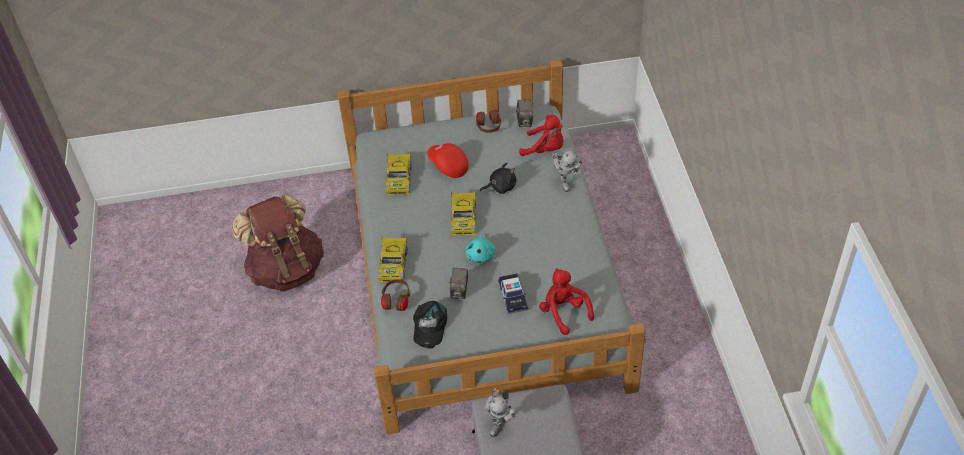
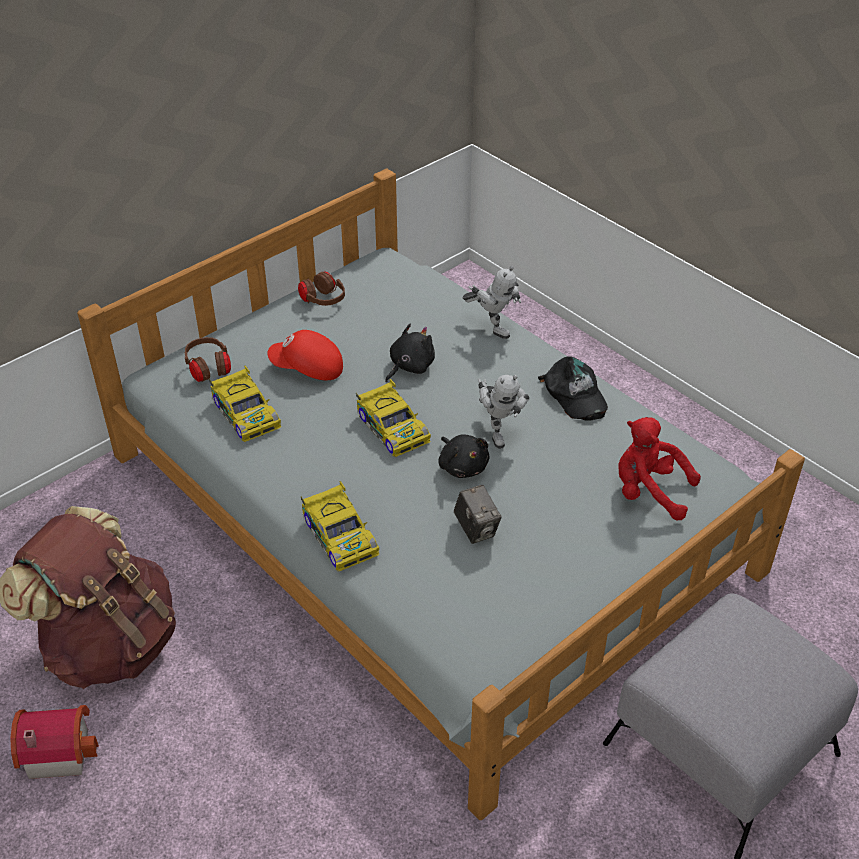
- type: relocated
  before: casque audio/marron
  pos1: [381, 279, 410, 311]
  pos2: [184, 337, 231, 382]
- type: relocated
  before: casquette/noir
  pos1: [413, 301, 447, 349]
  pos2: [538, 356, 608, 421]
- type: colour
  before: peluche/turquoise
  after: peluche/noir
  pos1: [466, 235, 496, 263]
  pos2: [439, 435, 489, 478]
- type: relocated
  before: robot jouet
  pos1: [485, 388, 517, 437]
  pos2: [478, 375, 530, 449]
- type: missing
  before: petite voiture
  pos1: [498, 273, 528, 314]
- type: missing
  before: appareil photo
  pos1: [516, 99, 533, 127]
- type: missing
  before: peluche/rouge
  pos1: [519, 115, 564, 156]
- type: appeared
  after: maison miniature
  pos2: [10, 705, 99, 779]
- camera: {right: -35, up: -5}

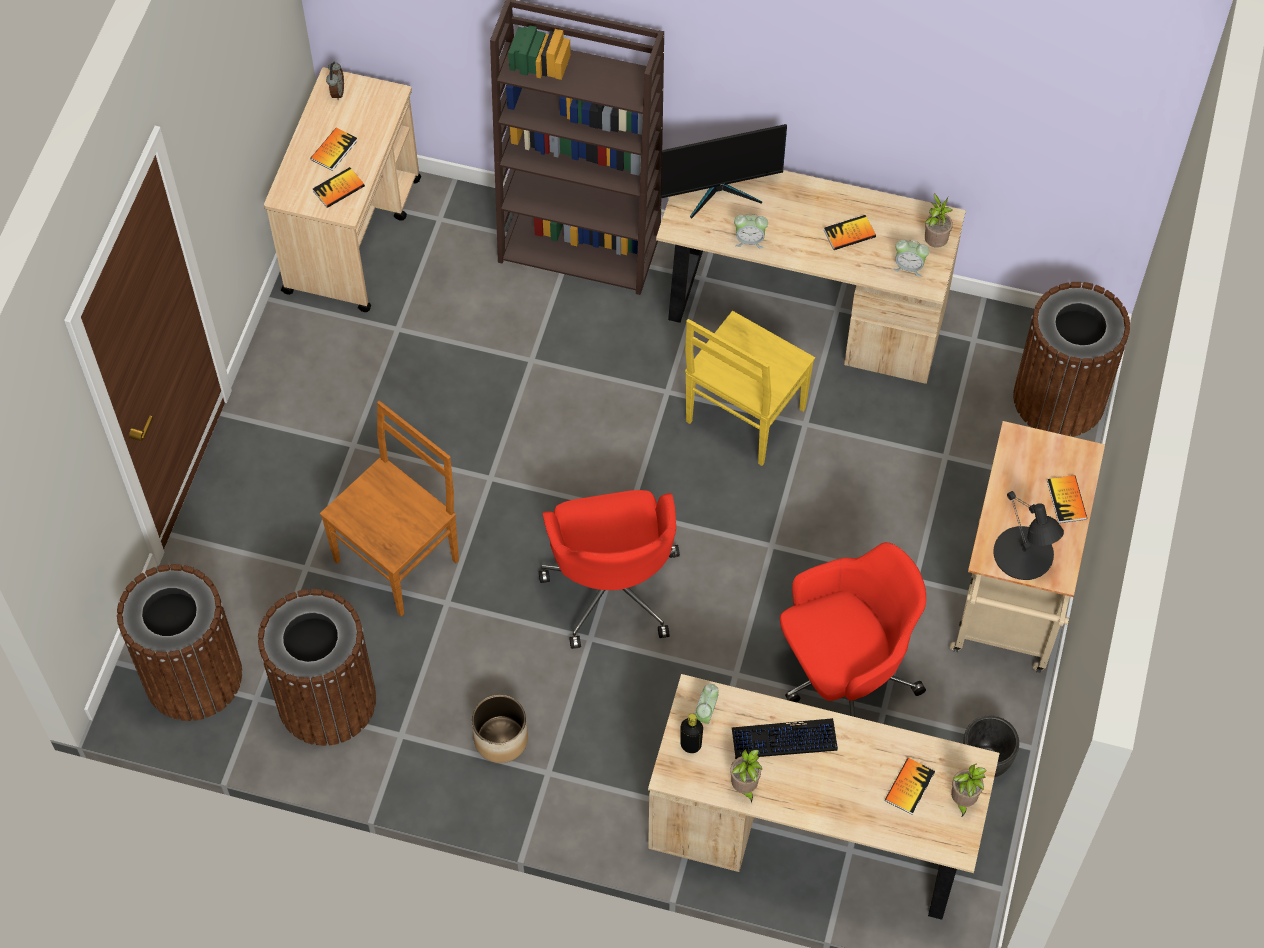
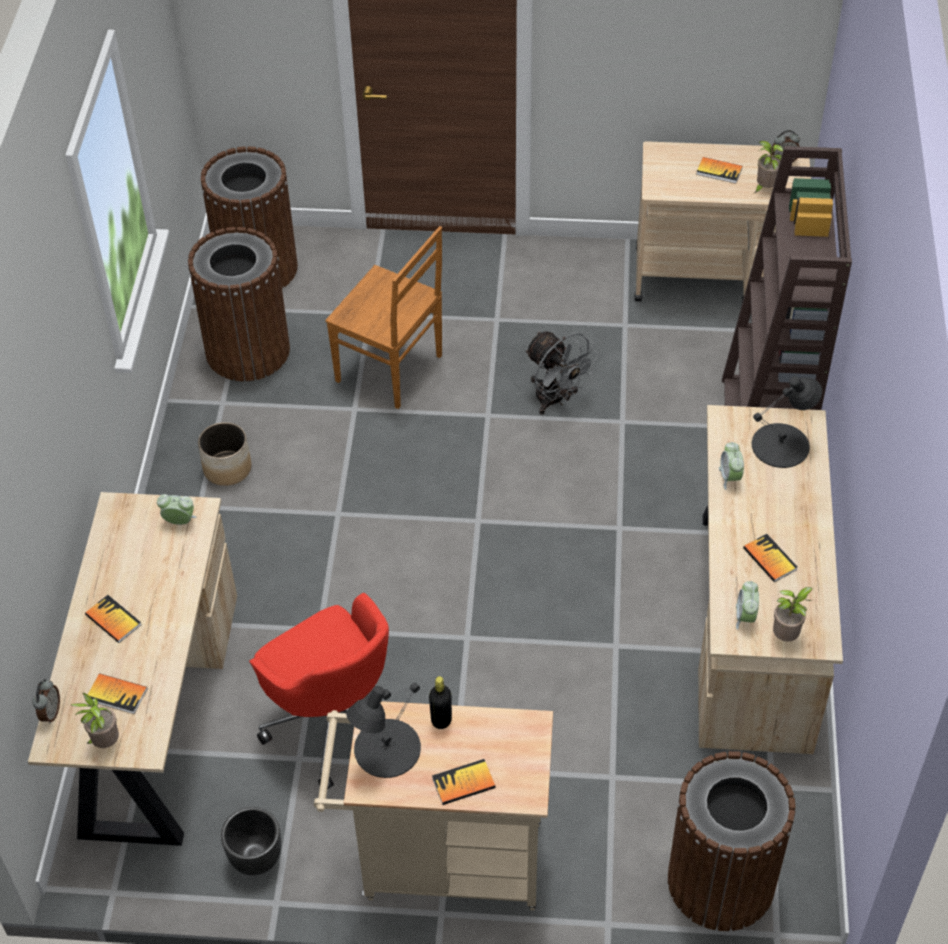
- type: relocated
  before: livre
  pos1: [313, 167, 365, 208]
  pos2: [85, 595, 141, 643]
- type: missing
  before: chaise de bureau/rouge
  pos1: [539, 490, 680, 649]
- type: exchanged
  before: écran d'ordinateur
  after: lampe de table/noir
  pos1: [661, 124, 787, 219]
  pos2: [752, 376, 822, 468]
- type: relocated
  before: bouteille/noir
  pos1: [680, 713, 703, 753]
  pos2: [429, 676, 452, 729]
- type: missing
  before: chaise/jaune
  pos1: [685, 311, 815, 466]
- type: relocated
  before: plante en pot
  pos1: [730, 749, 762, 803]
  pos2: [754, 141, 784, 193]
- type: missing
  before: clavier
  pos1: [732, 718, 838, 759]
- type: appeared
  after: réveil
  pos2: [32, 679, 60, 724]
- type: appeared
  after: ventilateur/gris
  pos2: [525, 331, 599, 415]
- camera: {right: 80, up: -10}

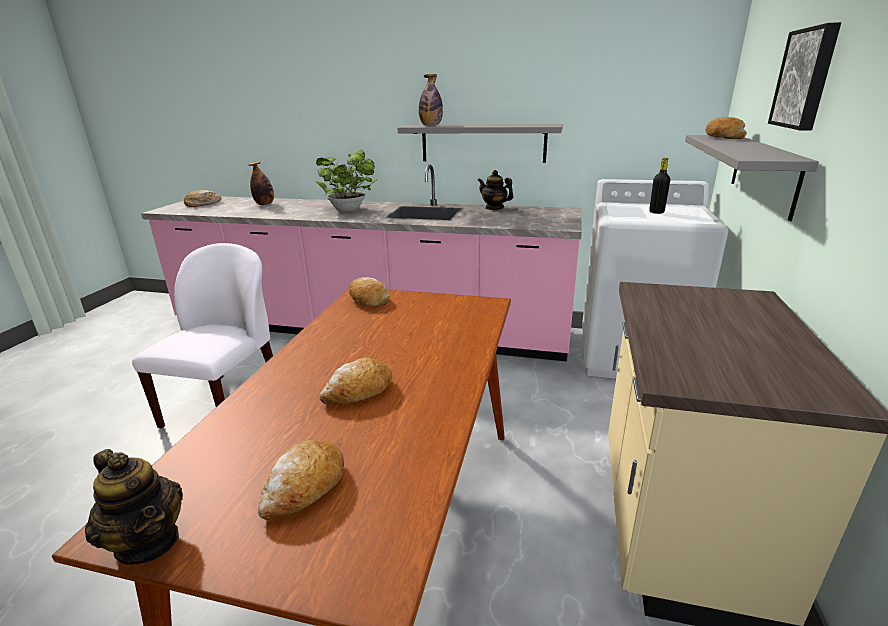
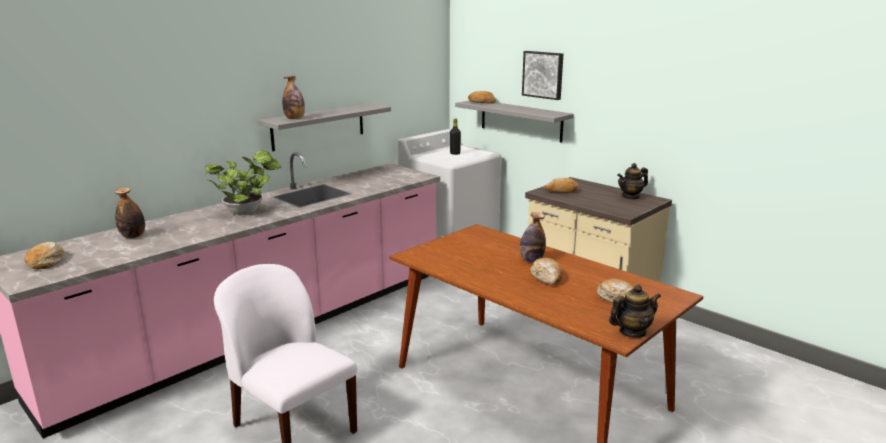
- type: relocated
  before: pain
  pos1: [349, 277, 390, 307]
  pos2: [544, 178, 579, 193]
- type: relocated
  before: théière
  pos1: [478, 170, 514, 210]
  pos2: [617, 163, 648, 200]
- type: appeared
  after: bouteille
  pos2: [520, 212, 546, 262]
- camera: {right: -60, up: -5}

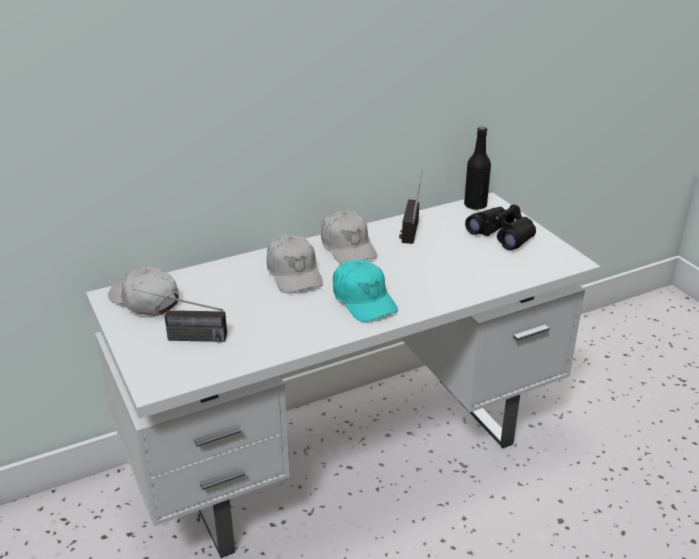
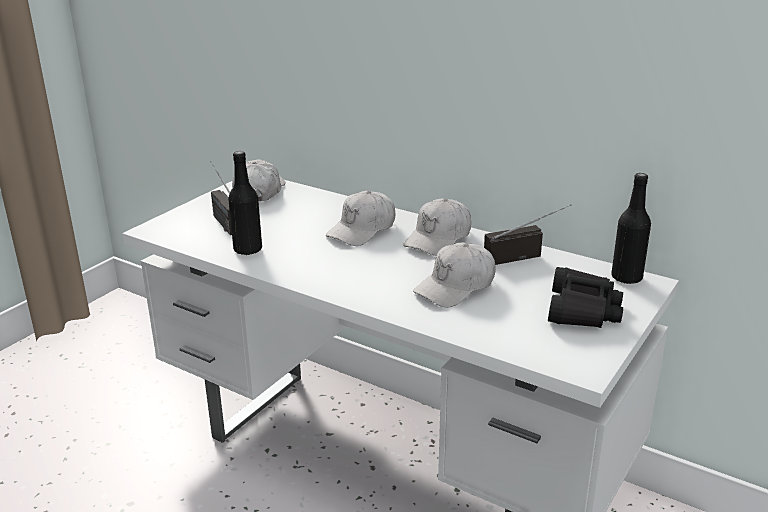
- type: missing
  before: casquette/turquoise
  pos1: [333, 260, 398, 322]
- type: appeared
  after: bouteille/noir
  pos2: [228, 151, 262, 256]
- type: appeared
  after: casquette/blanc
  pos2: [413, 242, 495, 308]
- camera: {right: 60, up: -5}

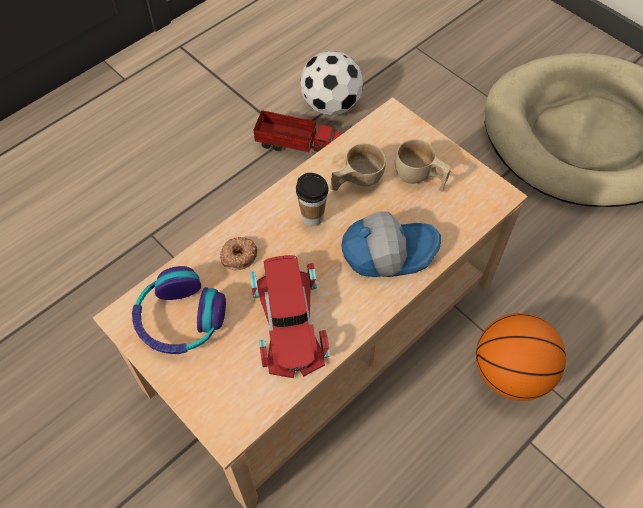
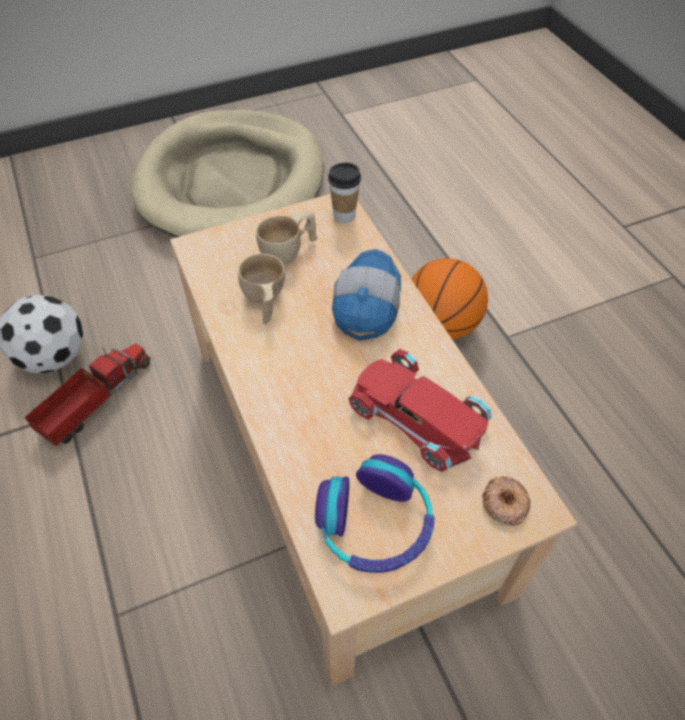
- type: relocated
  before: beignet
  pos1: [220, 237, 258, 270]
  pos2: [482, 476, 531, 526]
- type: spun
  before: petite voiture/rouge
  pos1: [250, 255, 330, 378]
  pos2: [348, 349, 492, 472]
  turn: -150
- type: relocated
  before: tasse
  pos1: [296, 173, 328, 226]
  pos2: [328, 162, 361, 223]
- camera: {right: -70, up: -5}

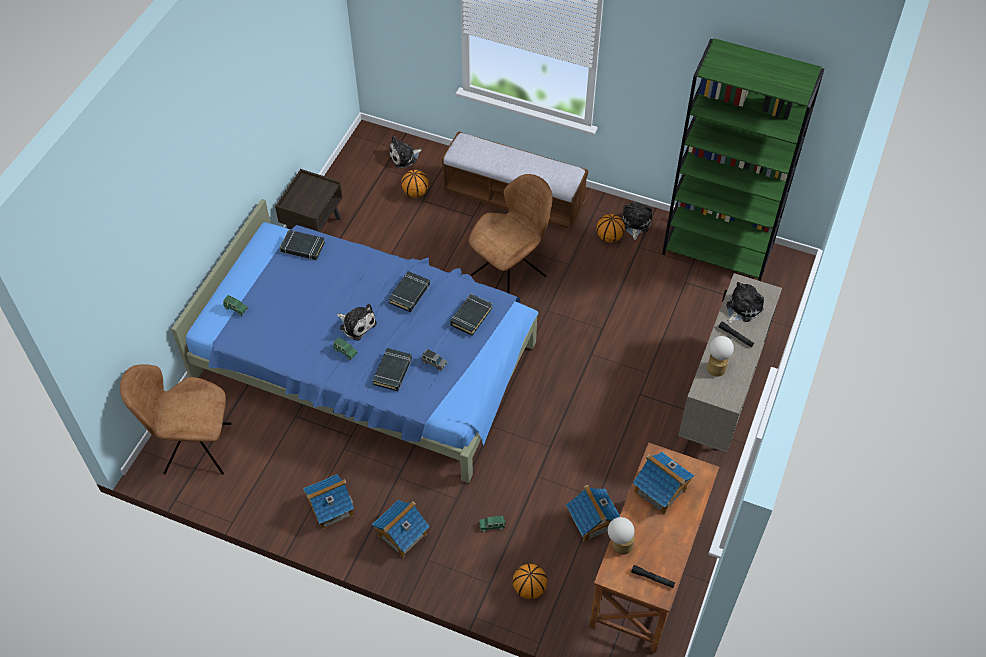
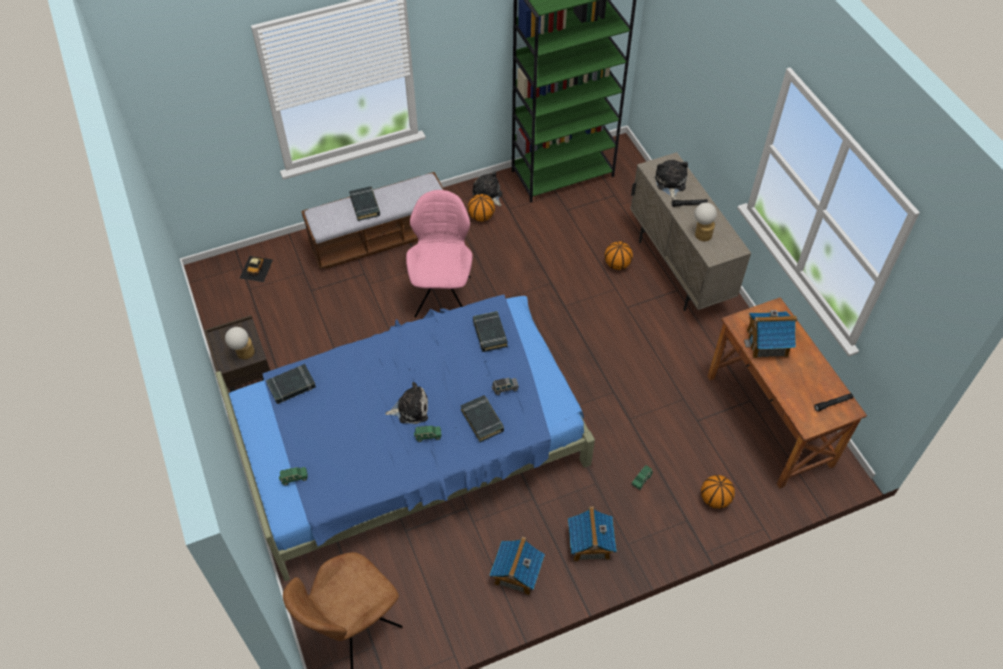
- type: relocated
  before: livre/noir
  pos1: [388, 271, 430, 312]
  pos2: [349, 186, 380, 221]
- type: exchanged
  before: peluche
  after: petite voiture
  pos1: [389, 136, 422, 168]
  pos2: [240, 256, 273, 282]
- type: relocated
  before: ballon de basket
  pos1: [401, 170, 429, 198]
  pos2: [605, 241, 633, 270]
- type: colour
  before: chaise/marron
  after: chaise/rose
  pos1: [469, 174, 553, 293]
  pos2: [406, 190, 472, 317]
- type: missing
  before: maison miniature
  pos1: [566, 485, 620, 542]
- type: relocated
  before: lampe de table
  pos1: [608, 517, 635, 555]
  pos2: [225, 327, 255, 360]
- camera: {right: -45, up: 0}

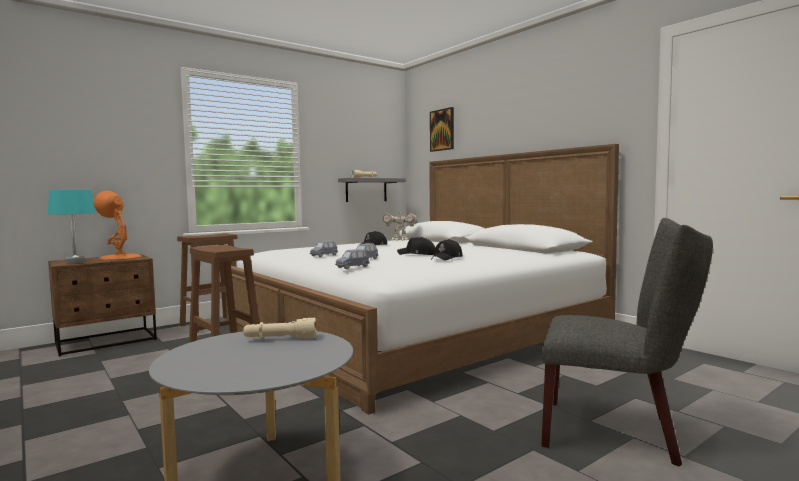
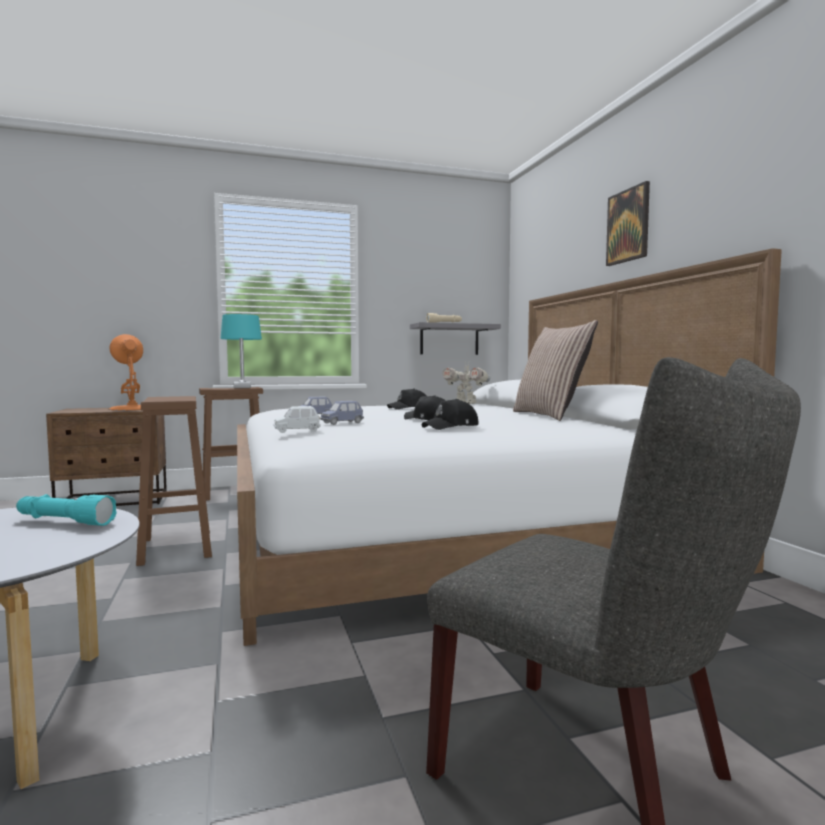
- type: relocated
  before: lampe de table/turquoise
  pos1: [48, 190, 96, 264]
  pos2: [221, 314, 262, 388]
- type: colour
  before: lampe de poche/beige
  after: lampe de poche/turquoise
  pos1: [243, 318, 316, 339]
  pos2: [16, 494, 117, 526]
- type: colour
  before: petite voiture/bleu
  after: petite voiture/blanc
  pos1: [335, 249, 370, 269]
  pos2: [274, 406, 321, 433]
- type: relocated
  before: tableau
  pos1: [430, 107, 454, 152]
  pos2: [606, 181, 650, 266]
- type: appeared
  after: coussin
  pos2: [513, 320, 598, 421]
- camera: {right: 20, up: 0}

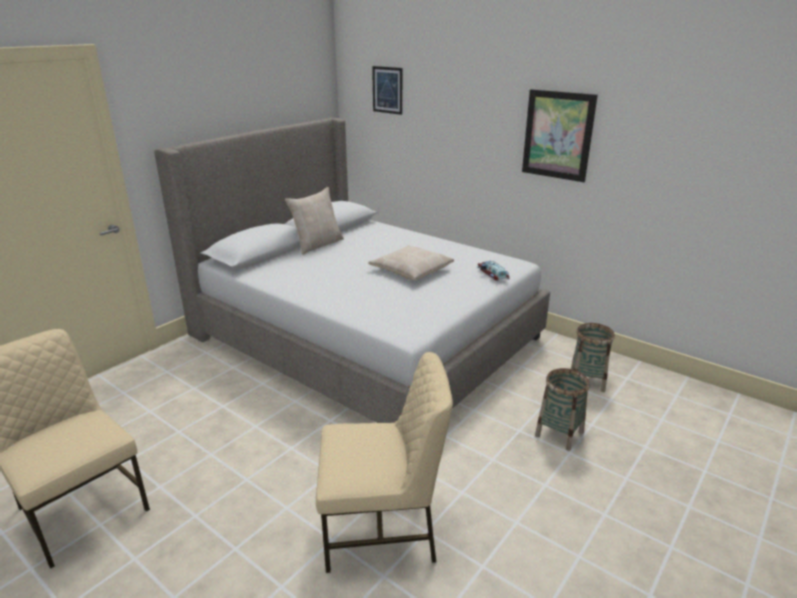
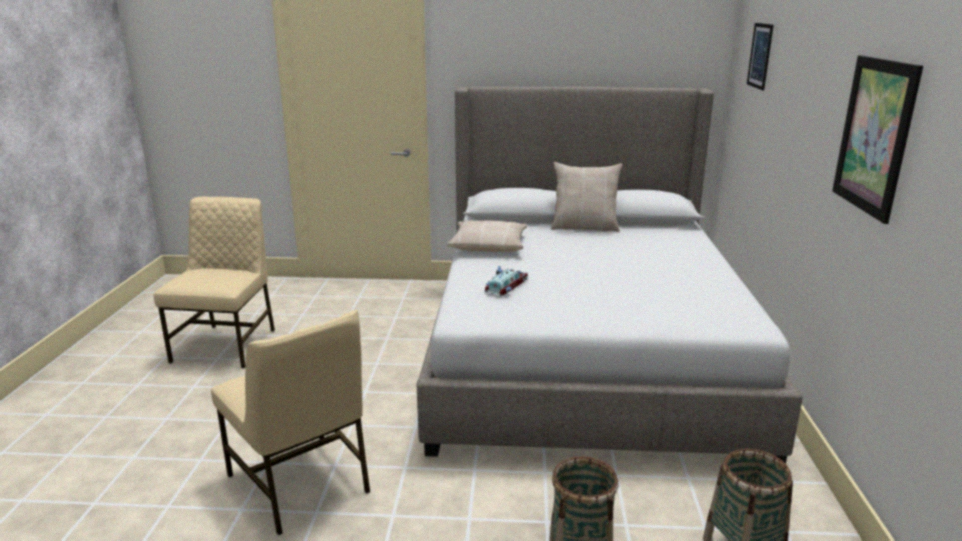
- type: relocated
  before: coussin/beige
  pos1: [368, 245, 454, 280]
  pos2: [447, 220, 527, 252]
- type: relocated
  before: petite voiture
  pos1: [477, 261, 509, 282]
  pos2: [485, 266, 528, 297]
- camera: {right: 55, up: -5}

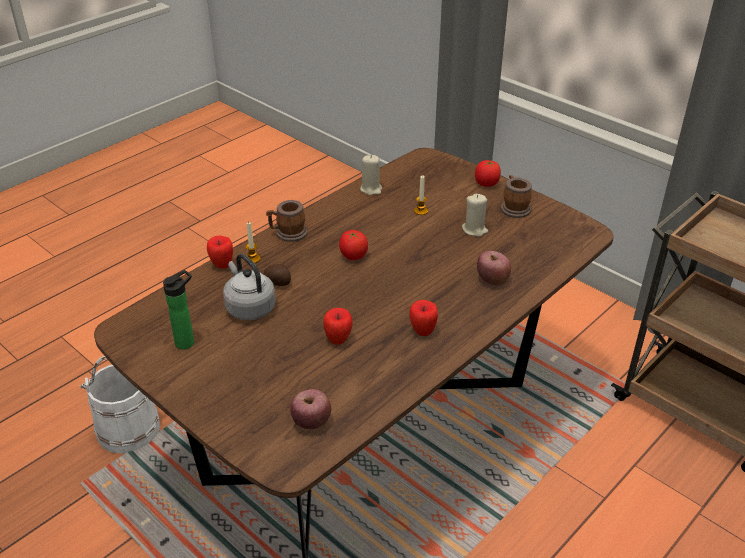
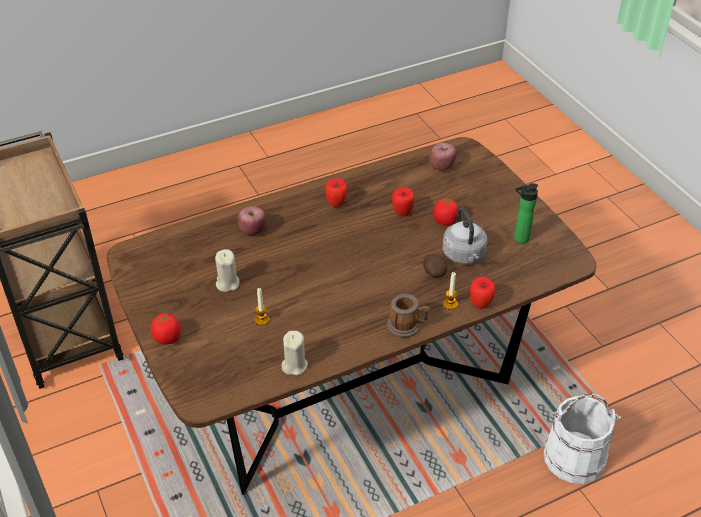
- type: relocated
  before: tomate
  pos1: [339, 230, 368, 260]
  pos2: [433, 198, 459, 226]
- type: missing
  before: mug
  pos1: [501, 175, 532, 218]
- camera: {right: -160, up: 5}

